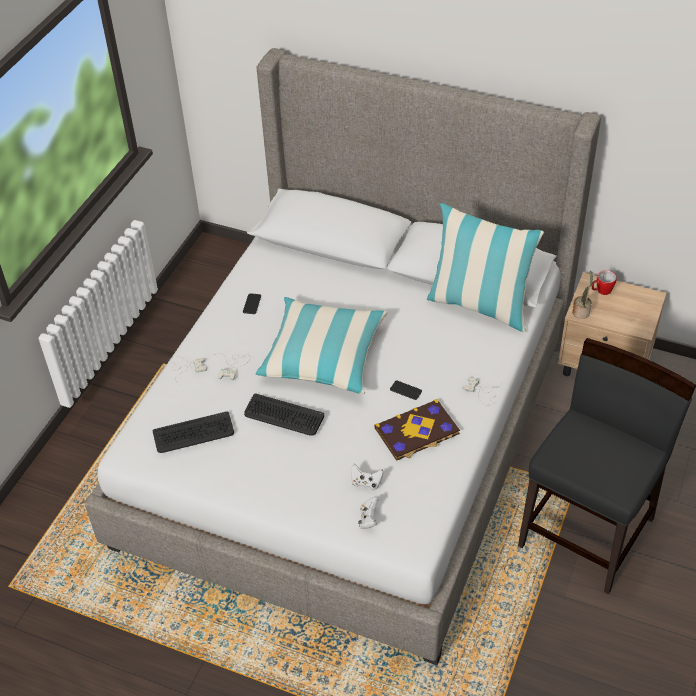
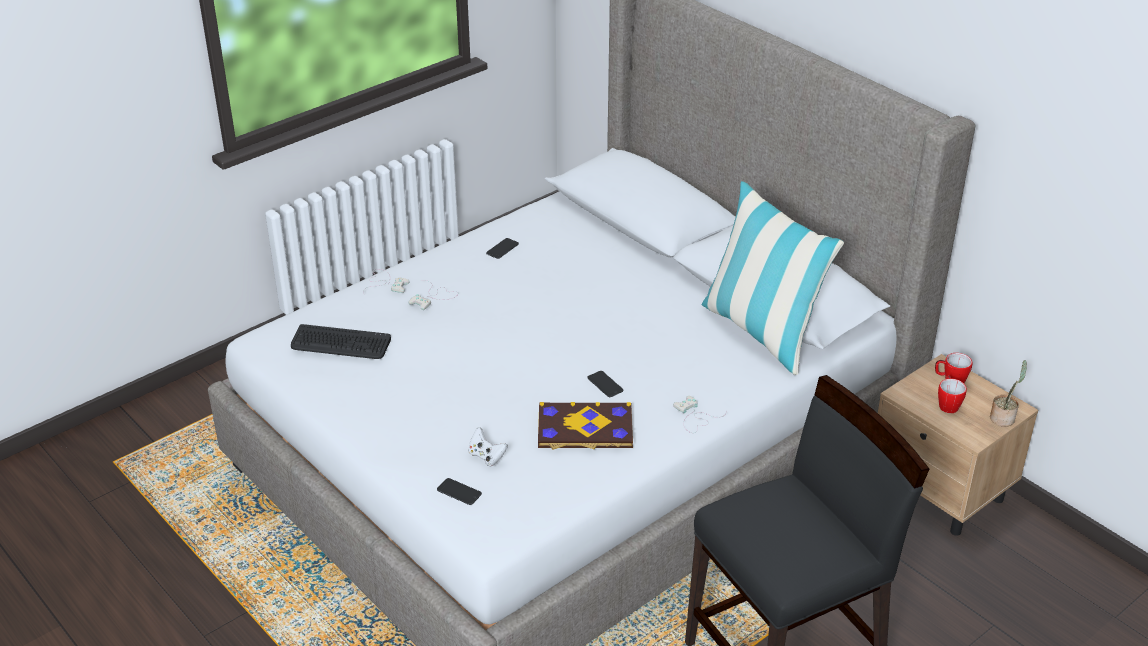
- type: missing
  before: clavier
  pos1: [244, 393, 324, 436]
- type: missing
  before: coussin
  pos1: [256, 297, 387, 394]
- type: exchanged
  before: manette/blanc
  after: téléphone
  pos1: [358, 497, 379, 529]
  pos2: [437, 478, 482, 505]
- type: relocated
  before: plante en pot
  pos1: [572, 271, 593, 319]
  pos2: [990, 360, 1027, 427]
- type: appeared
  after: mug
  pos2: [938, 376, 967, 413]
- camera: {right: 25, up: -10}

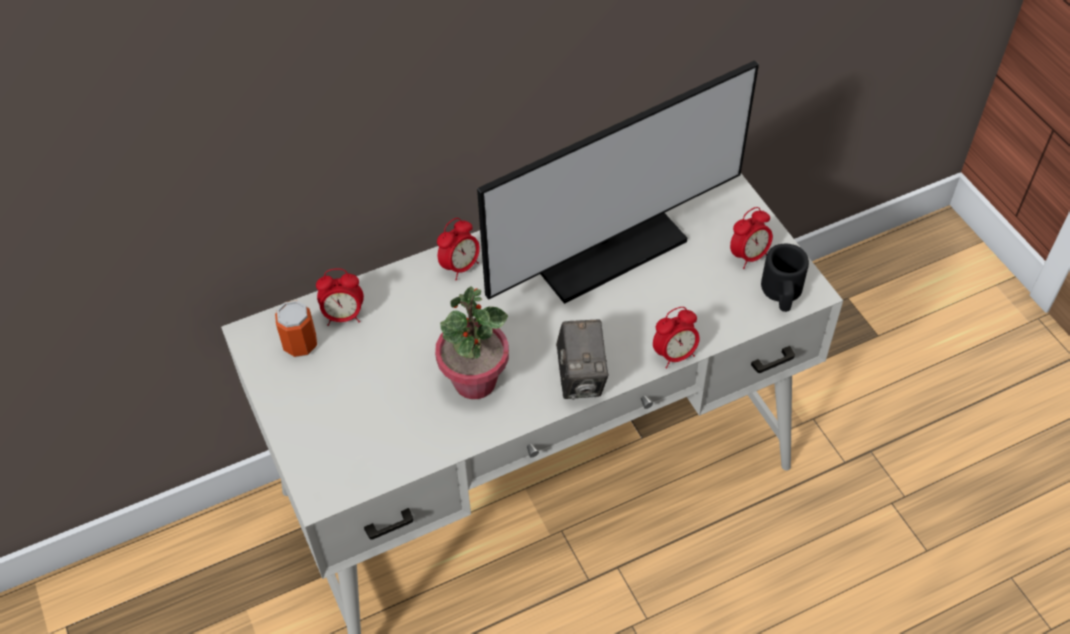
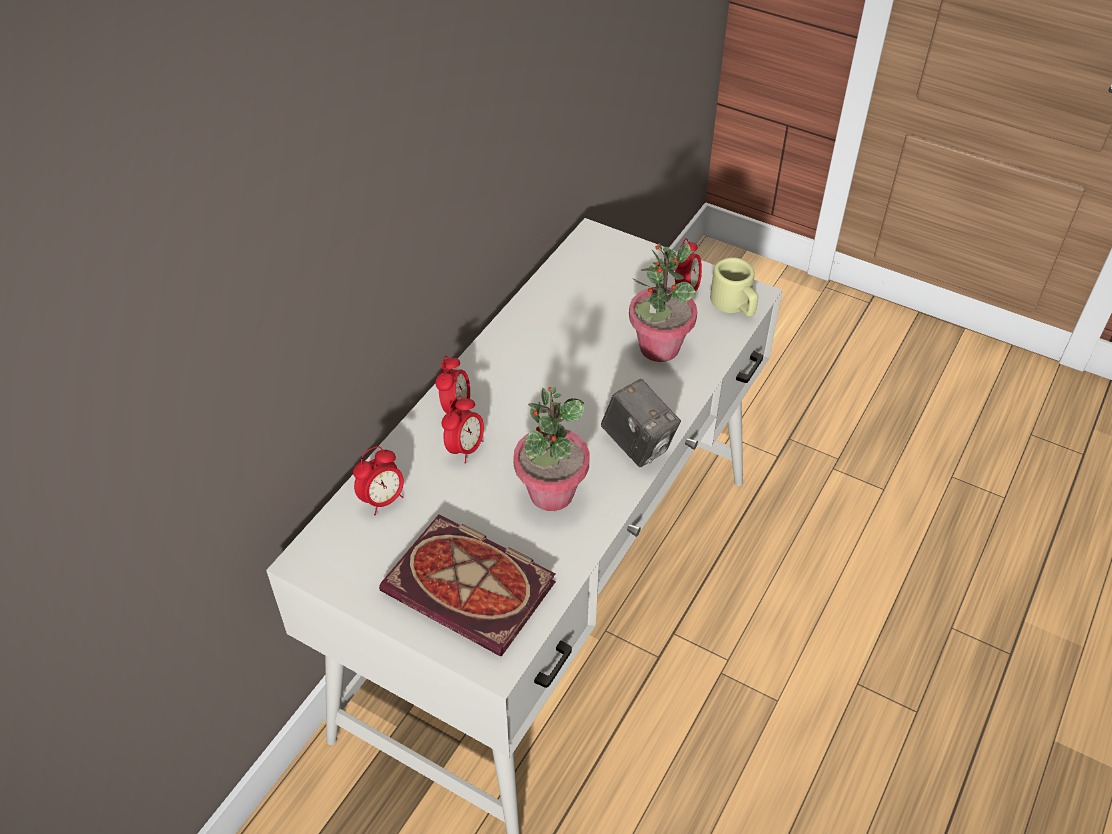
- type: missing
  before: boîte métallique
  pos1: [275, 300, 317, 357]
- type: missing
  before: écran d'ordinateur
  pos1: [477, 60, 759, 304]
- type: relocated
  before: réveil
  pos1: [653, 307, 700, 369]
  pos2: [442, 396, 484, 464]
- type: colour
  before: mug/noir
  after: mug/beige
  pos1: [761, 244, 809, 312]
  pos2: [710, 257, 758, 317]
- type: appeared
  after: livre
  pos2: [379, 514, 556, 656]
- type: appeared
  after: plante en pot
  pos2: [629, 243, 697, 362]
- camera: {right: -35, up: -5}

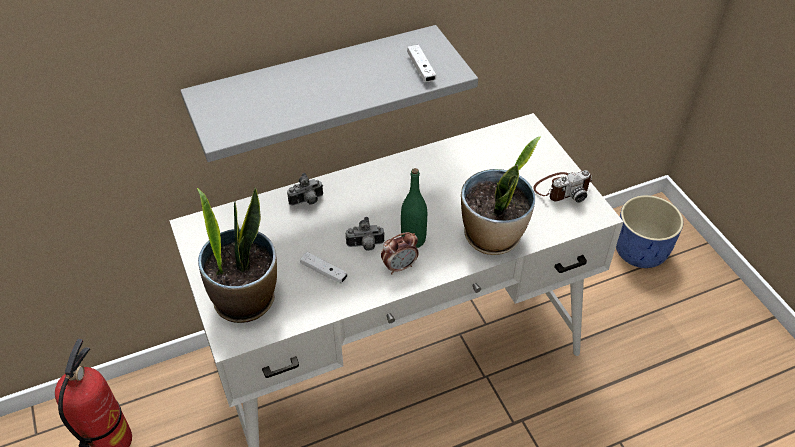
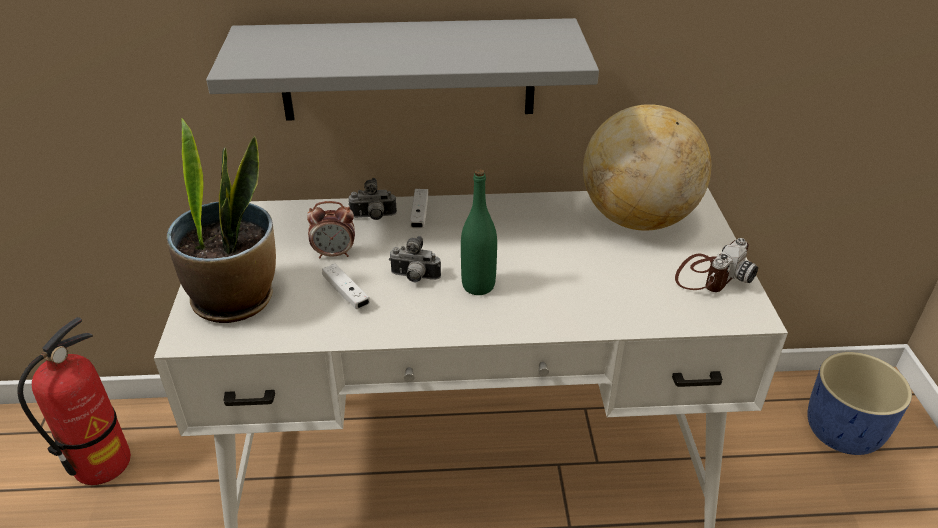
- type: relocated
  before: réveil
  pos1: [381, 232, 419, 274]
  pos2: [307, 201, 355, 258]
- type: relocated
  before: manette/blanc
  pos1: [407, 45, 436, 82]
  pos2: [410, 189, 428, 229]
- type: missing
  before: plante en pot
  pos1: [461, 136, 541, 255]
- type: spun
  before: appareil photo
  pos1: [533, 170, 592, 202]
  pos2: [675, 238, 758, 292]
  turn: -45
- type: appeared
  after: globe
  pos2: [583, 104, 711, 231]
- camera: {right: 20, up: -10}

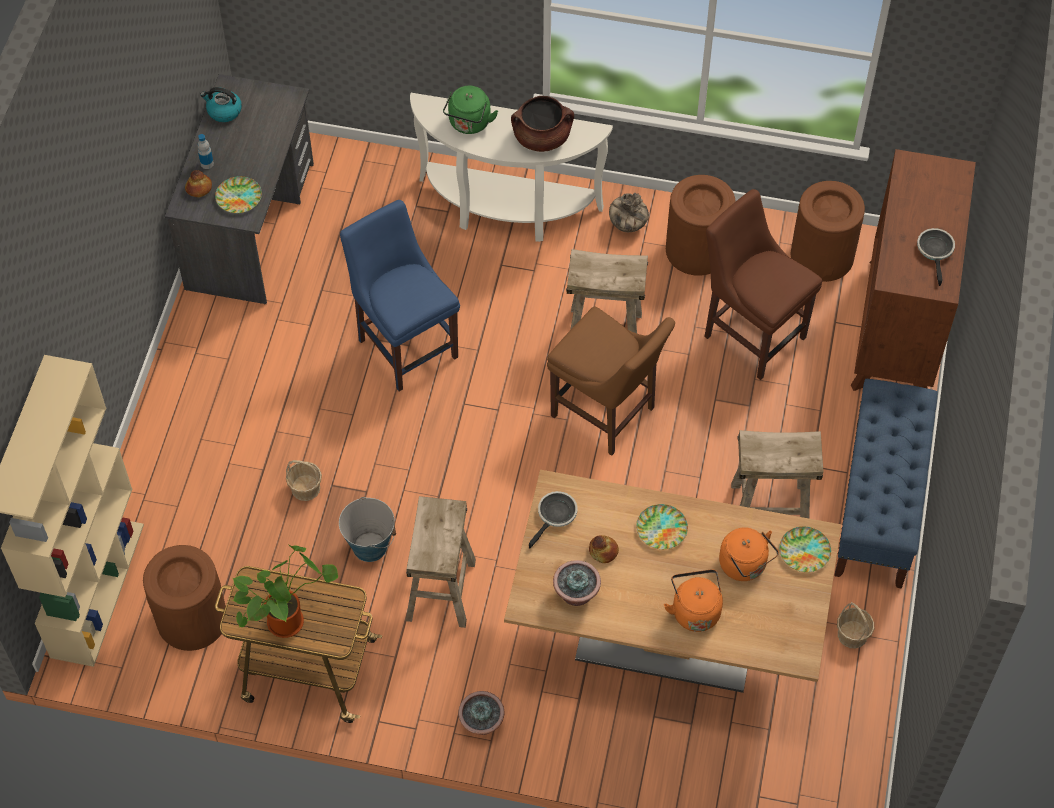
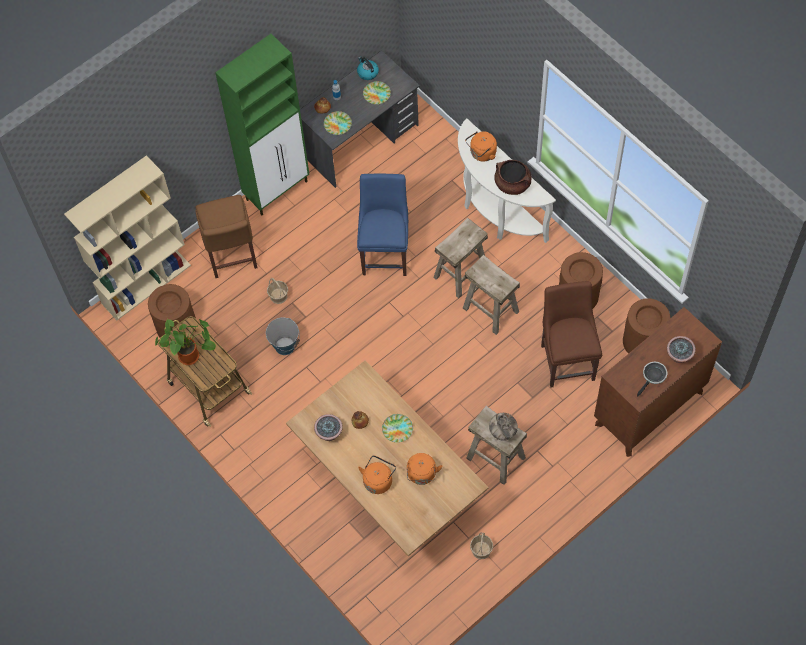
- type: relocated
  before: tabouret/beige
  pos1: [406, 496, 476, 628]
  pos2: [434, 217, 488, 298]
- type: colour
  before: bouilloire/vert
  after: bouilloire/orange
  pos1: [443, 86, 498, 134]
  pos2: [465, 131, 497, 162]
- type: relocated
  before: plante en pot
  pos1: [458, 691, 504, 735]
  pos2: [667, 336, 696, 363]
- type: missing
  before: poêle
  pos1: [529, 491, 577, 548]
- type: relocated
  before: chaise/marron
  pos1: [547, 306, 675, 456]
  pos2: [195, 195, 257, 278]
- type: relocated
  before: vase
  pos1: [609, 193, 649, 232]
  pos2: [489, 413, 518, 441]
- type: relocated
  before: assiette
  pos1: [779, 526, 831, 572]
  pos2: [363, 81, 391, 104]
- type: missing
  before: banc/bleu
  pos1: [834, 379, 938, 589]
- type: appeared
  after: meuble de rangement/vert
  pos2: [215, 34, 309, 215]
- camera: {right: 40, up: 5}

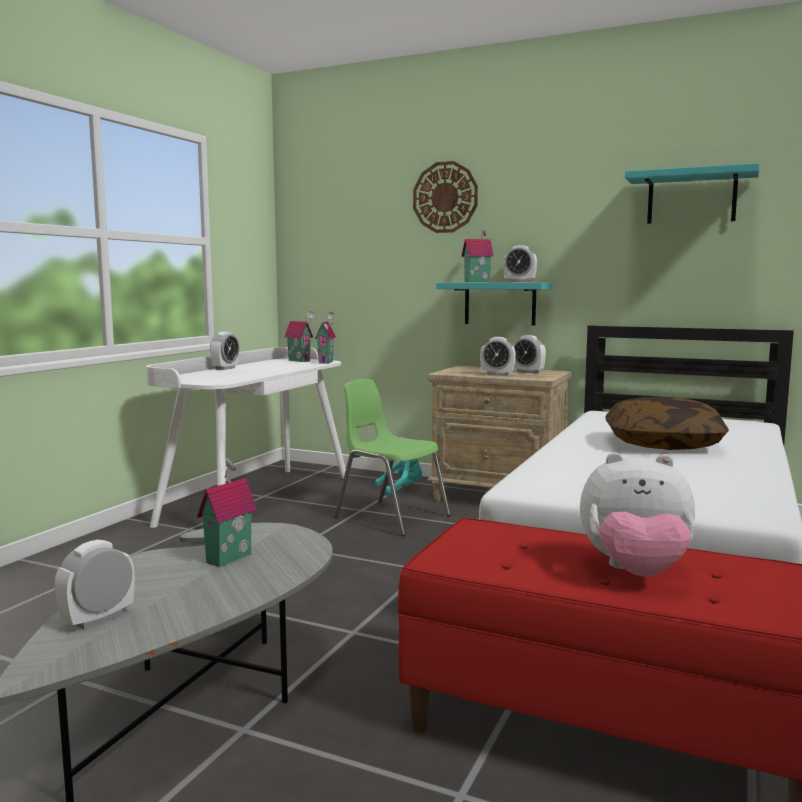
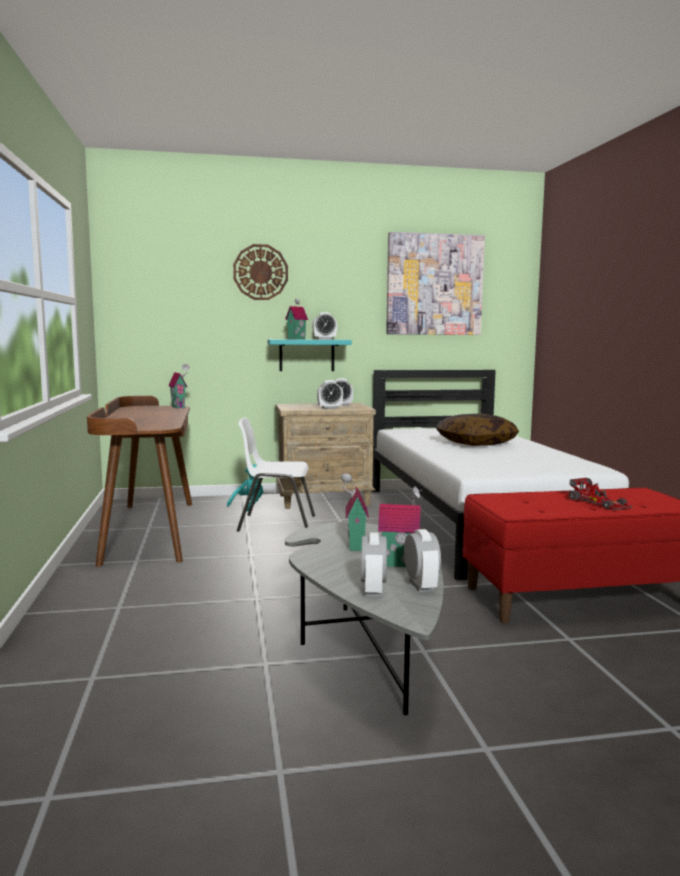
- type: colour
  before: bureau/blanc
  after: bureau/marron
  pos1: [146, 347, 346, 528]
  pos2: [87, 396, 192, 567]
- type: relocated
  before: réveil
  pos1: [210, 332, 239, 370]
  pos2: [404, 529, 441, 592]
- type: relocated
  before: maison miniature
  pos1: [285, 311, 314, 362]
  pos2: [378, 486, 422, 567]
- type: colour
  before: chaise/vert
  after: chaise/blanc
  pos1: [334, 379, 450, 536]
  pos2: [237, 418, 315, 532]
- type: exchanged
  before: peluche
  after: petite voiture
  pos1: [580, 452, 695, 577]
  pos2: [569, 478, 632, 510]
- type: exchanged
  before: étagère/turquoise
  after: tableau
  pos1: [625, 163, 760, 224]
  pos2: [386, 232, 485, 335]
- camera: {right: -35, up: 0}

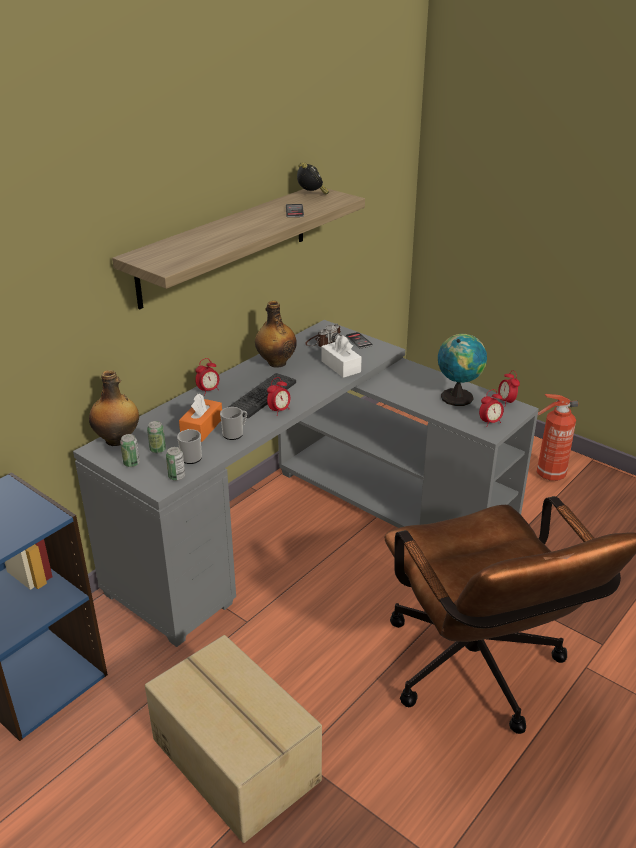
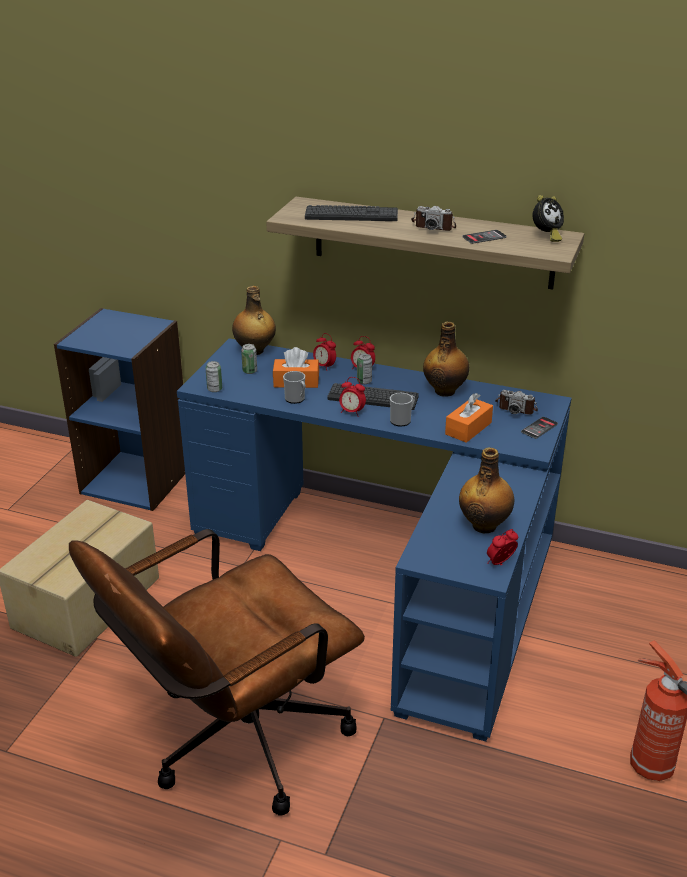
- type: colour
  before: bureau/gris
  after: bureau/bleu
  pos1: [73, 320, 539, 647]
  pos2: [177, 338, 572, 742]
- type: relocated
  before: boîte métallique
  pos1: [120, 434, 140, 467]
  pos2: [357, 354, 372, 384]
- type: relocated
  before: mug
  pos1: [177, 429, 202, 464]
  pos2: [390, 393, 415, 426]
- type: colour
  before: boîte à mouchoirs/blanc
  after: boîte à mouchoirs/orange
  pos1: [322, 335, 362, 378]
  pos2: [445, 393, 493, 443]
- type: exchanged
  before: globe
  after: bouteille
  pos1: [438, 334, 487, 406]
  pos2: [459, 447, 514, 533]
- type: relocated
  before: réveil
  pos1: [479, 389, 504, 427]
  pos2: [313, 333, 336, 370]
- type: appeared
  after: clavier
  pos2: [305, 205, 398, 221]
- type: appeared
  after: appareil photo
  pos2: [411, 206, 456, 231]
- camera: {right: 70, up: 0}

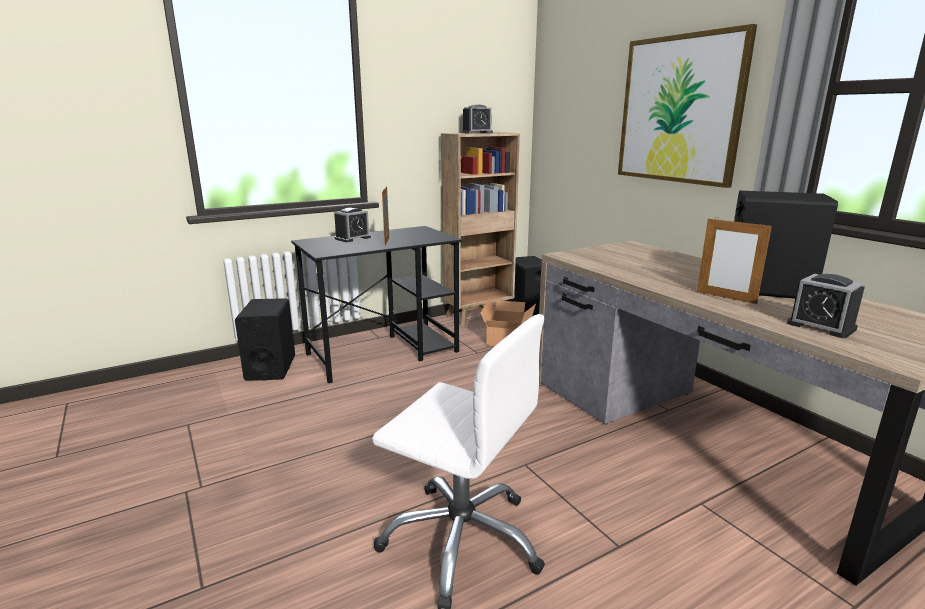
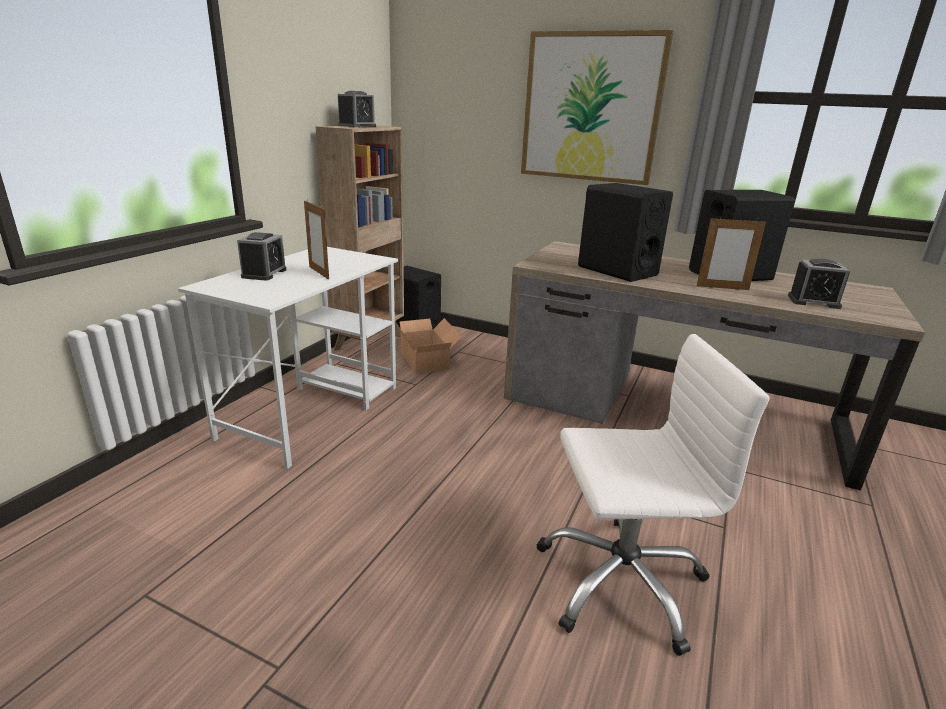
- type: relocated
  before: enceinte/noir
  pos1: [235, 298, 295, 381]
  pos2: [578, 183, 673, 282]
- type: colour
  before: bureau/noir
  after: bureau/blanc
  pos1: [291, 226, 462, 383]
  pos2: [178, 247, 398, 469]
- camera: {right: -35, up: 5}

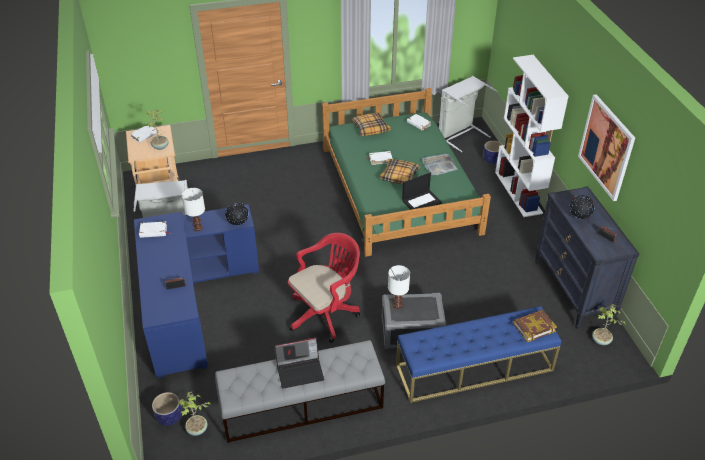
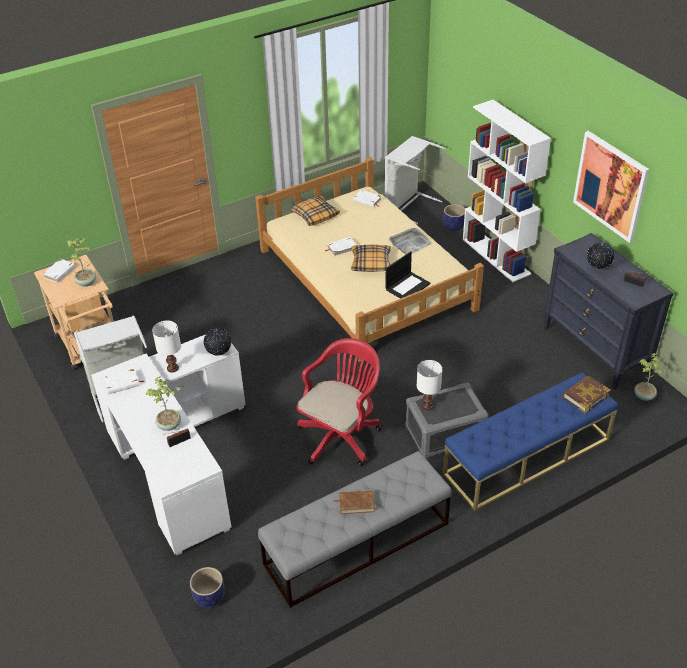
- type: colour
  before: bureau/bleu
  after: bureau/blanc
  pos1: [134, 204, 259, 378]
  pos2: [91, 334, 246, 555]
- type: relocated
  before: plante en pot
  pos1: [178, 392, 212, 436]
  pos2: [146, 376, 184, 431]
- type: exchanged
  before: ordinateur portable
  after: livre/marron
  pos1: [274, 337, 324, 388]
  pos2: [334, 490, 375, 514]
- type: colour
  before: lit/vert
  after: lit/beige
  pos1: [322, 88, 491, 257]
  pos2: [255, 157, 484, 362]
- camera: {right: -15, up: 0}

